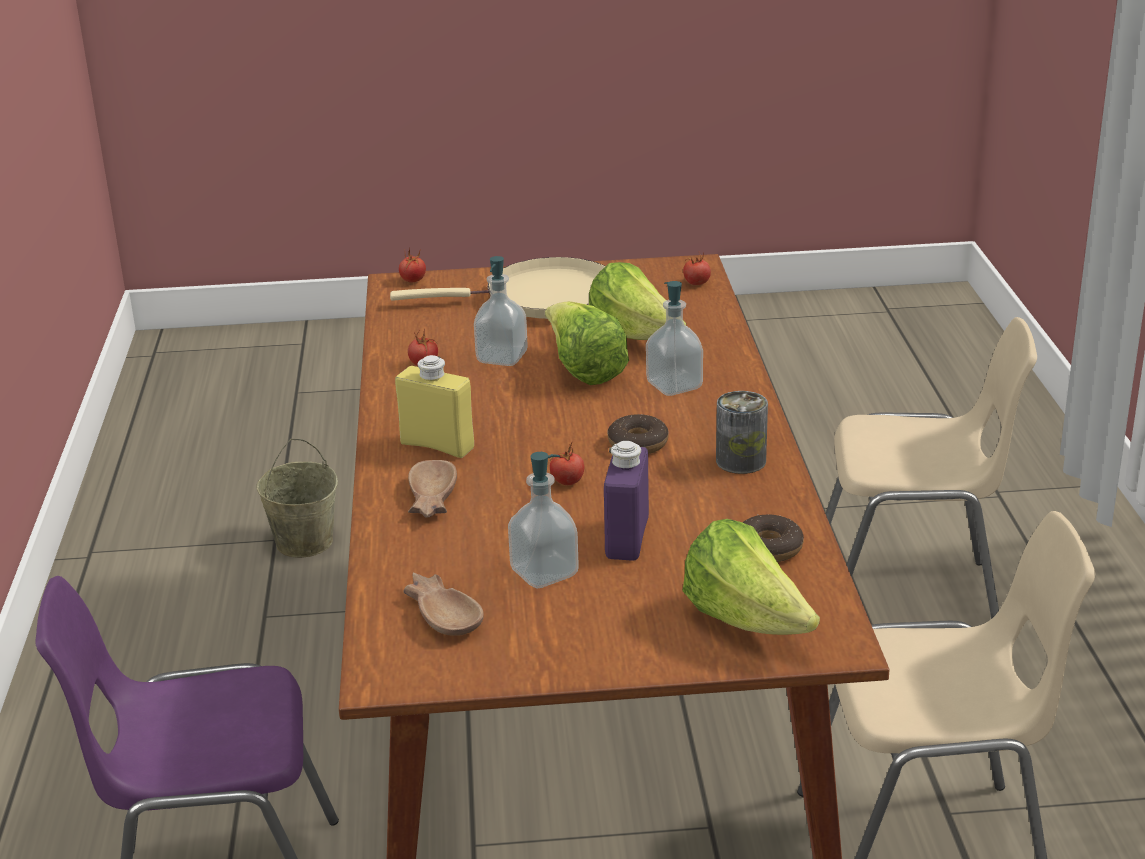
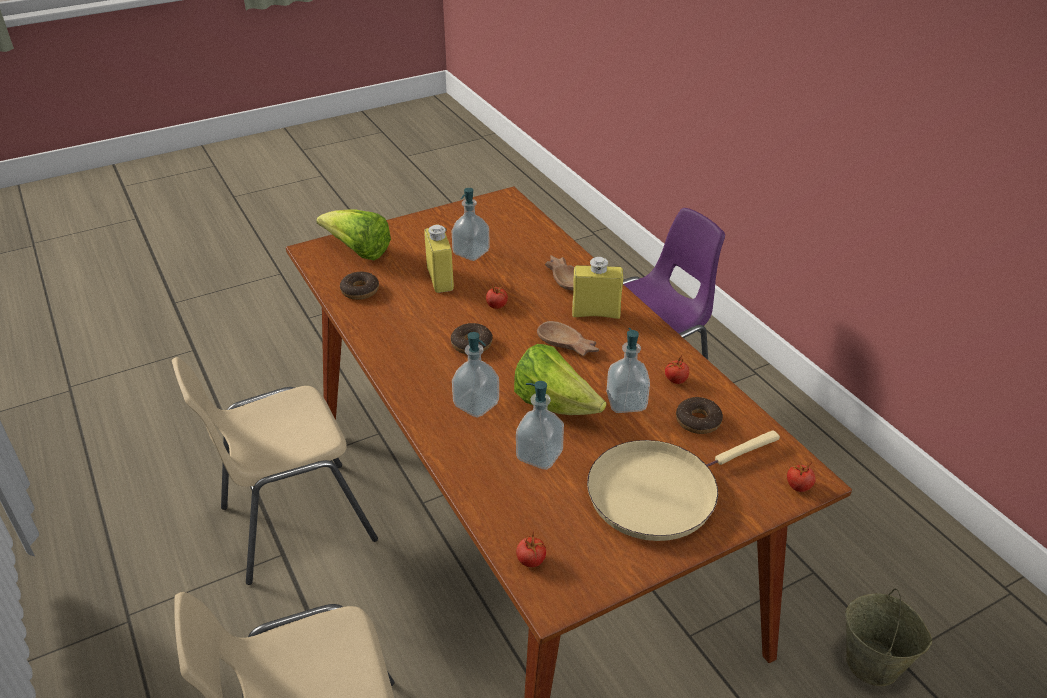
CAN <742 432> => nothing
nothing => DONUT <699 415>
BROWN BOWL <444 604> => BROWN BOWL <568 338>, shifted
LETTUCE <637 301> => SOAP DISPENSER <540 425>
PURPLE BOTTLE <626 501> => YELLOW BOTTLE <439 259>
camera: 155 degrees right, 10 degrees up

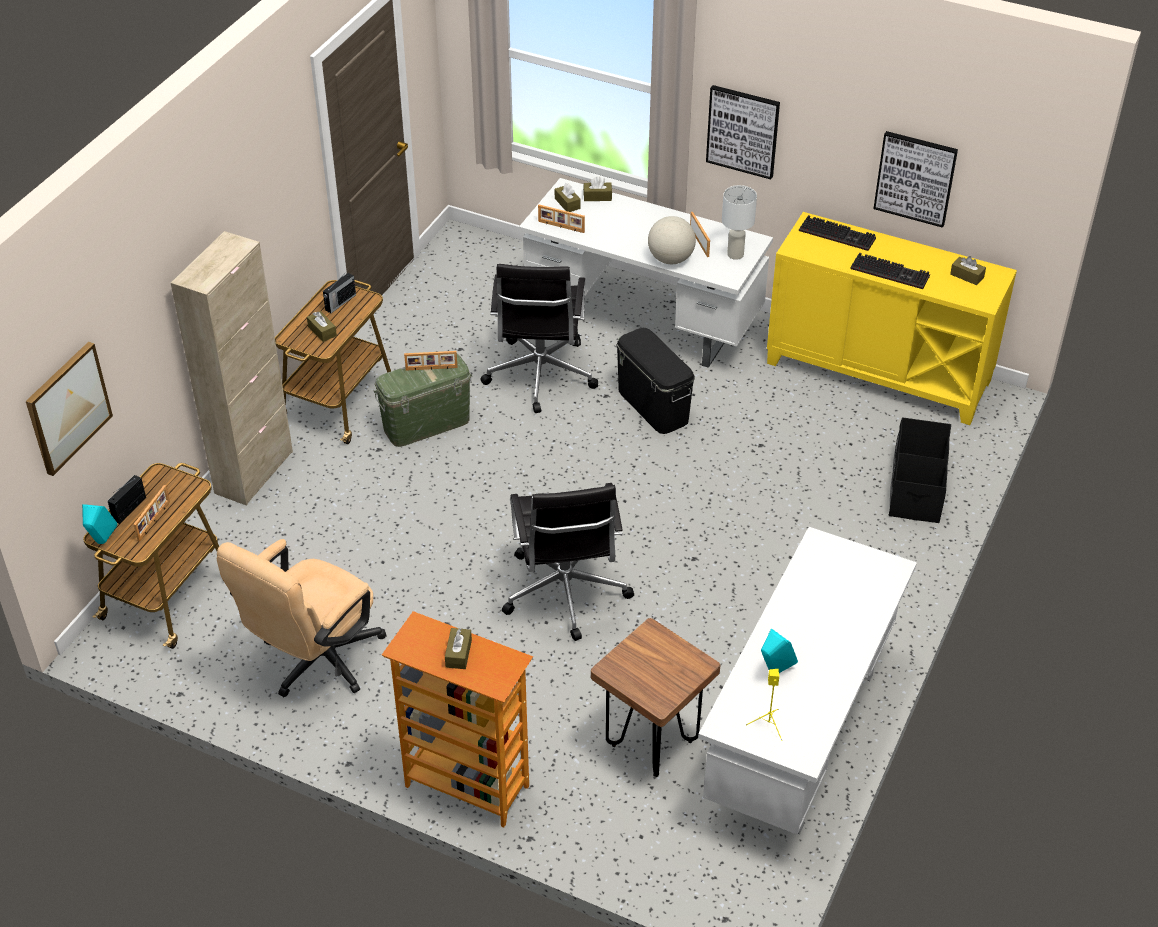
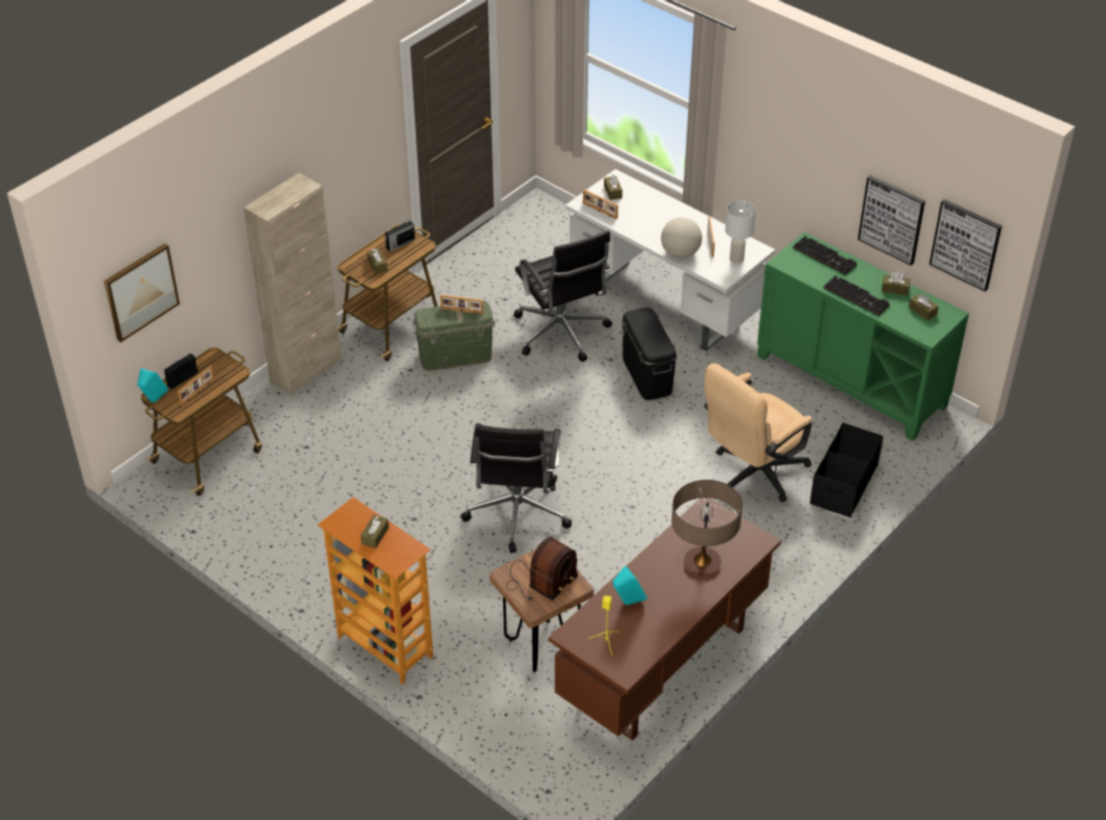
nothing => RADIO <542 569>
nothing => TABLE LAMP <707 527>
BEIGE OFFICE CHAIR <302 618> => BEIGE OFFICE CHAIR <758 432>, shifted
BROWN TISSUE BOX <597 188> => BROWN TISSUE BOX <896 283>, shifted
PICTURE <743 132> => PICTURE <965 245>, shifted
WHITE DESK <807 681> => BROWN DESK <665 619>
YELLOW CABINET <892 318> => GREEN CABINET <863 336>
BLACK OFFICE CHAIR <539 338> => BLACK OFFICE CHAIR <563 296>, 45 degrees counterclockwise
camera: 15 degrees right, 0 degrees up

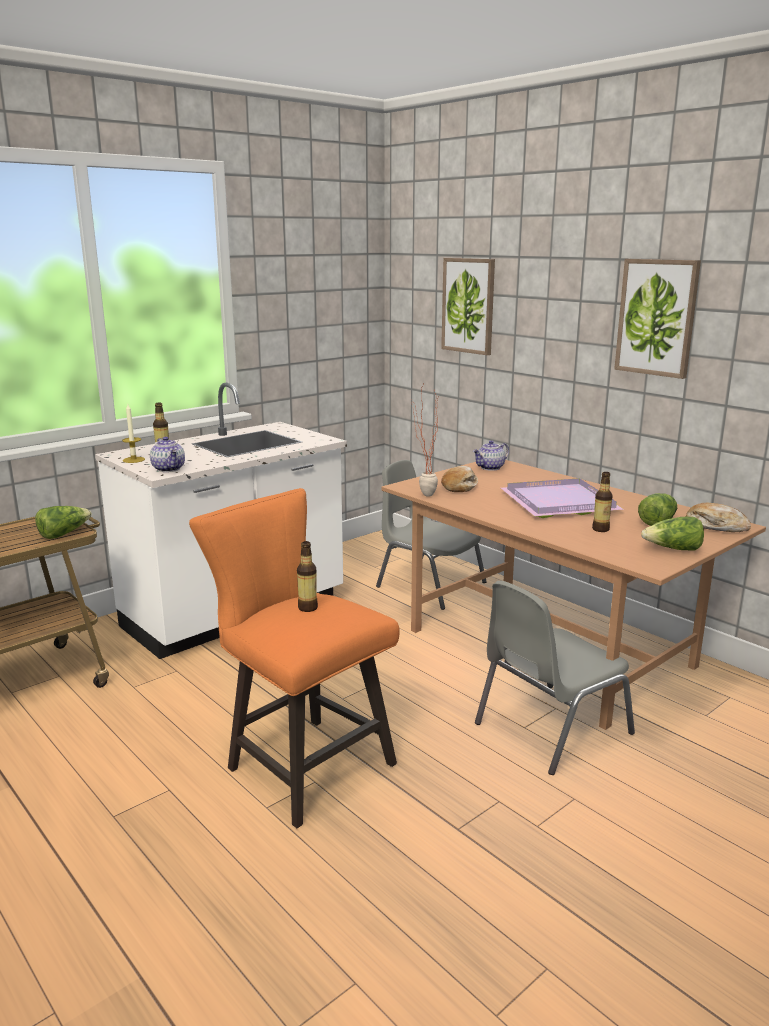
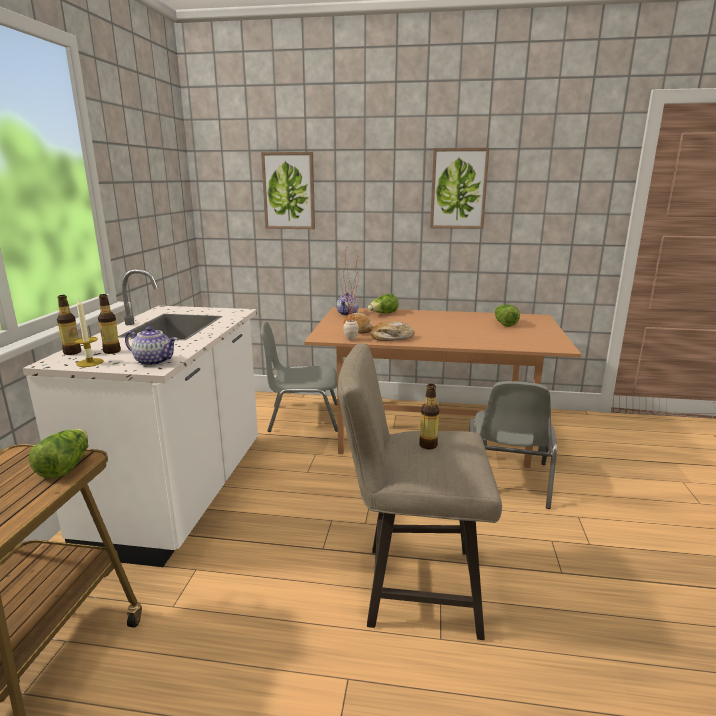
PURPLE TRAY <562 498> => nothing
BOTTLE <602 502> => BOTTLE <69 325>, shifted
LETTUCE <672 533> => LETTUCE <383 303>, shifted
BREAD <718 517> => BREAD <393 331>, shifted
ORANGE STOOL <294 658> => BEIGE STOOL <420 491>
camera: 40 degrees left, 0 degrees up

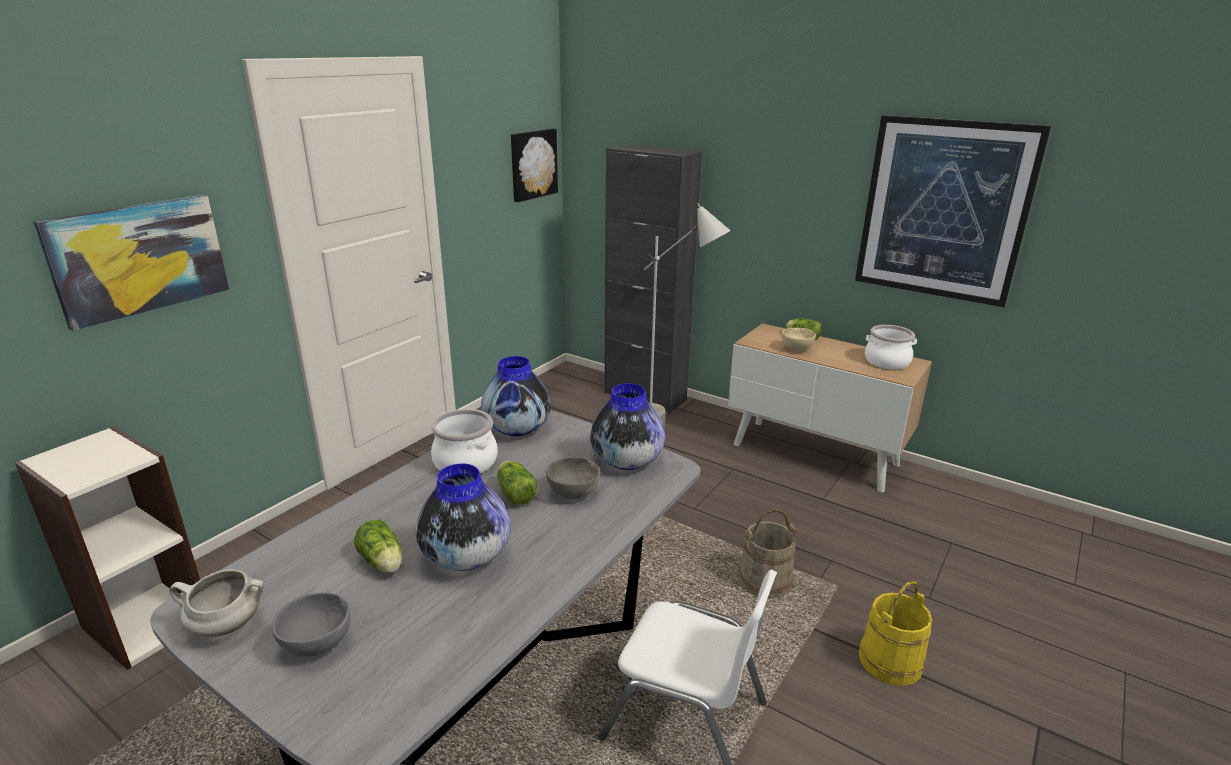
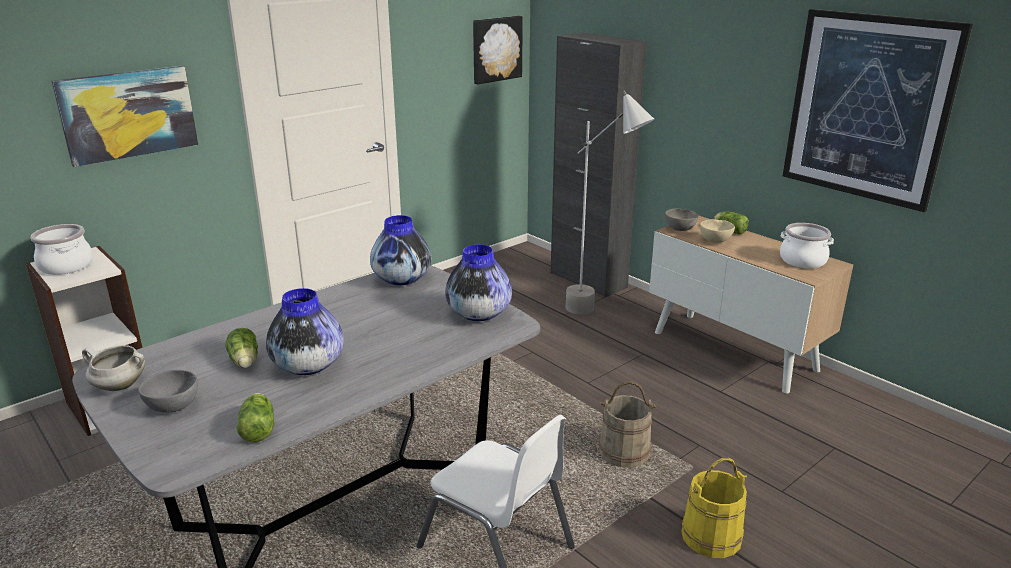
COOKING POT <464 441> => COOKING POT <61 249>, shifted
LETTUCE <517 483> => LETTUCE <255 418>, shifted
GREY BOWL <573 478> => GREY BOWL <681 220>, shifted
camera: 15 degrees right, 0 degrees up

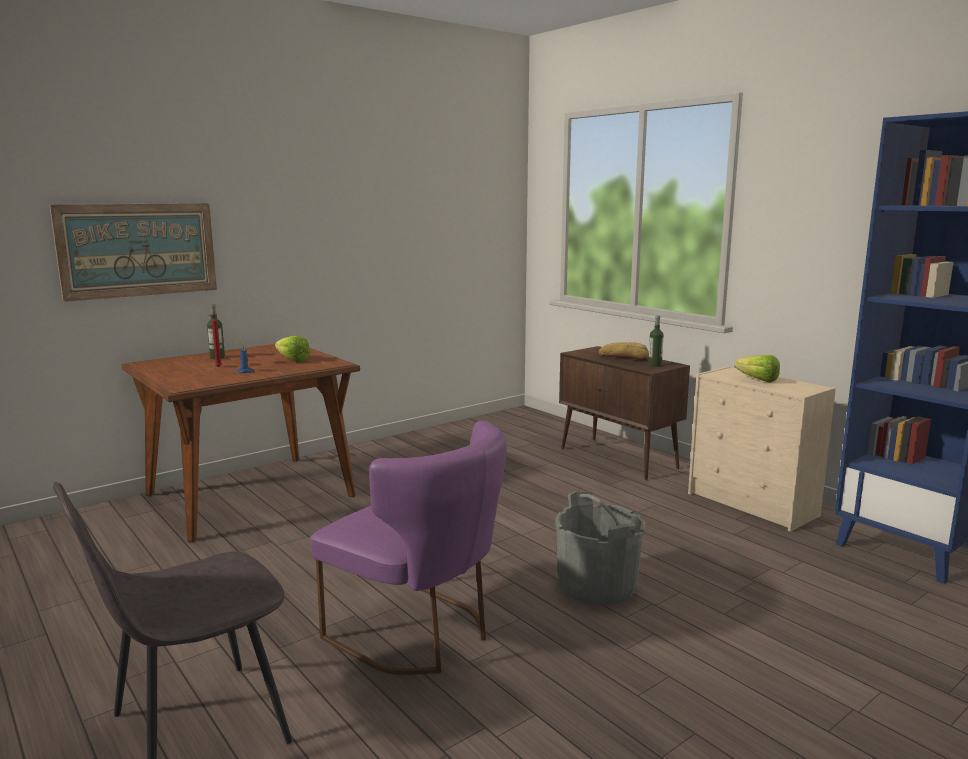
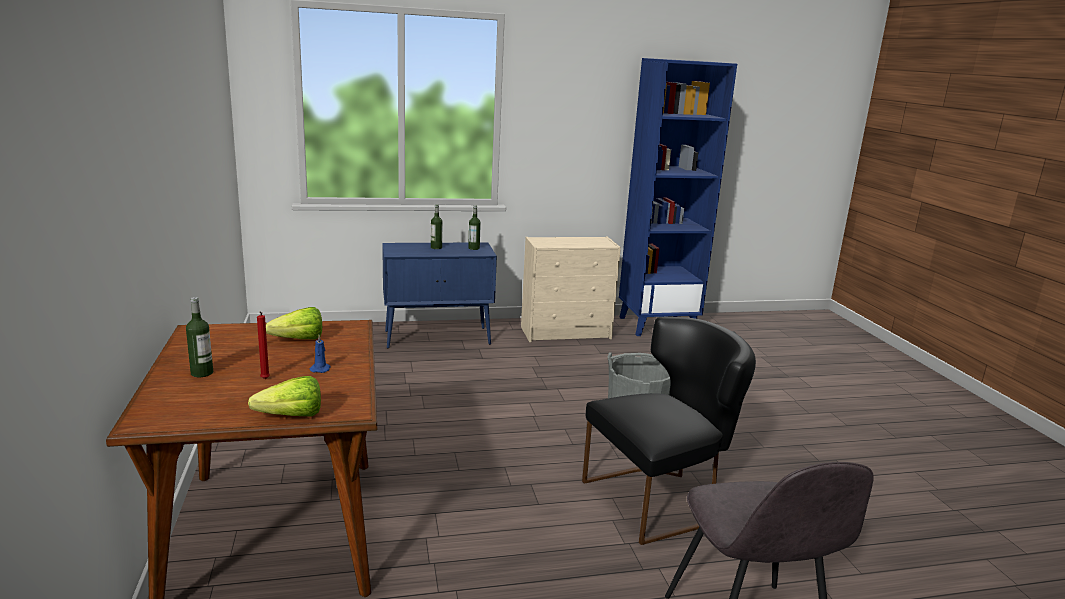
PICTURE <133 252> => nothing
LETTUCE <757 369> => LETTUCE <284 396>, shifted
BREAD <624 351> => BOTTLE <437 226>
PURPLE CHAIR <408 548> => BLACK CHAIR <669 431>
BROWN CABINET <624 413> => BLUE CABINET <439 295>
camera: 65 degrees left, 5 degrees up

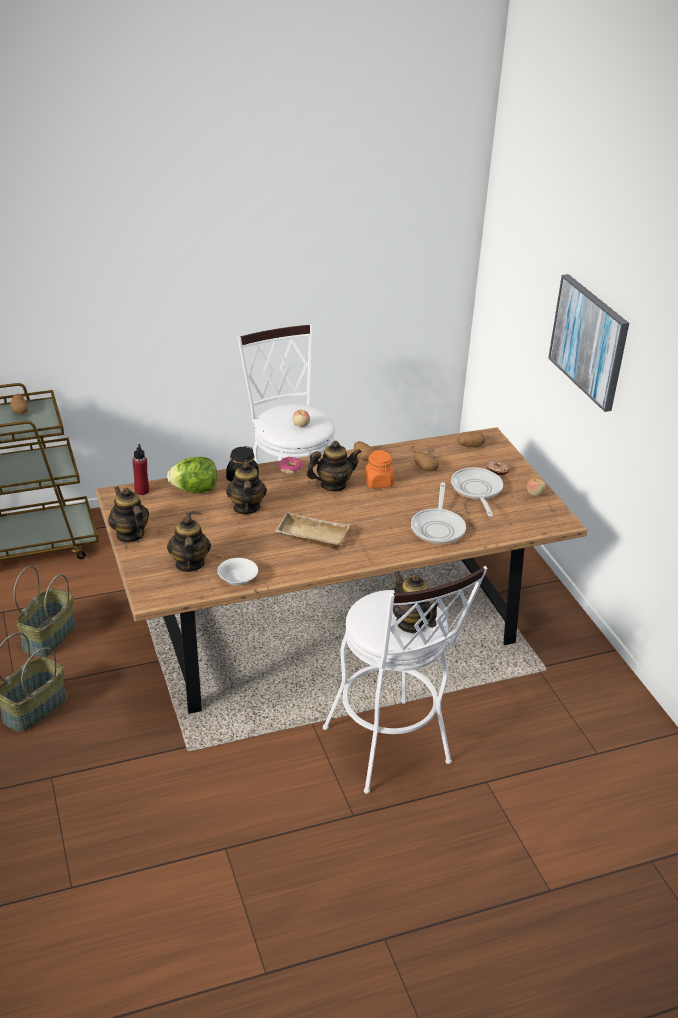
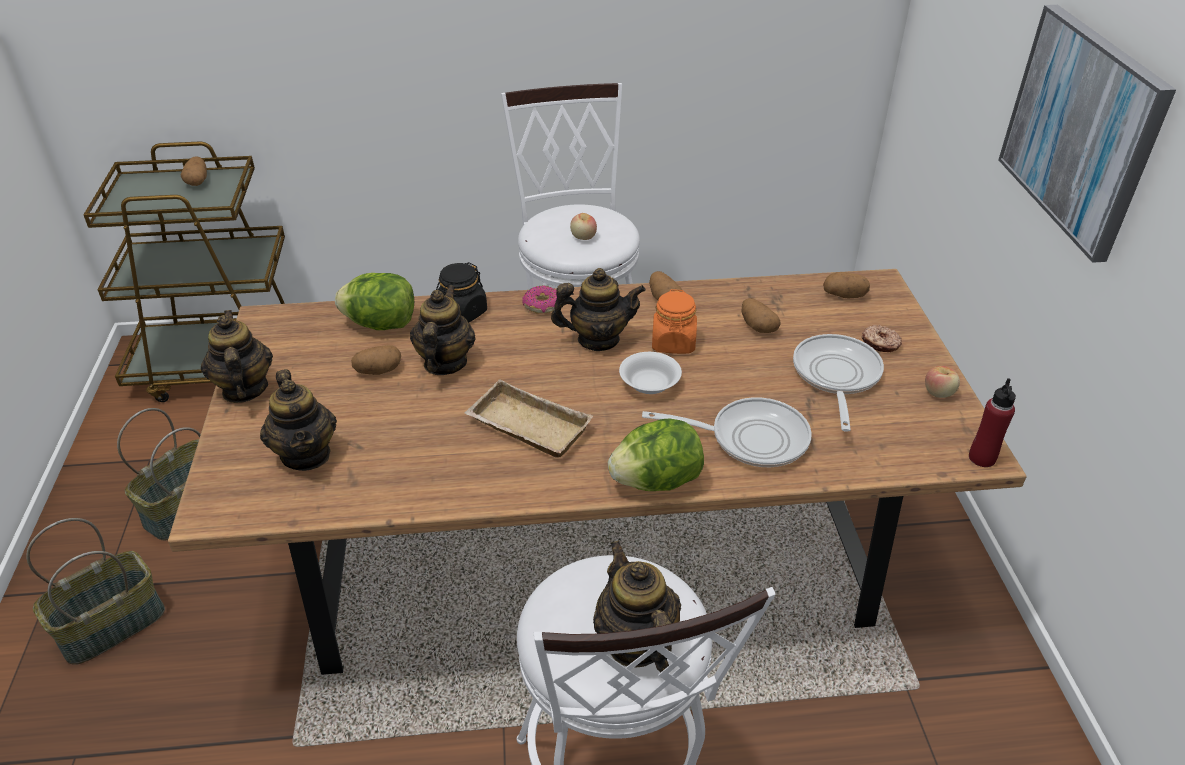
nothing => POTATO <376 360>
nothing => LETTUCE <656 454>
RED BOTTLE <140 469> => RED BOTTLE <992 422>, shifted
WHITE BOWL <237 571> => WHITE BOWL <650 373>, shifted
TEAPOT <189 542> => TEAPOT <298 420>, 150 degrees clockwise
FRYING PAN <438 513> => FRYING PAN <727 432>, 105 degrees counterclockwise
camera: 15 degrees right, 5 degrees up

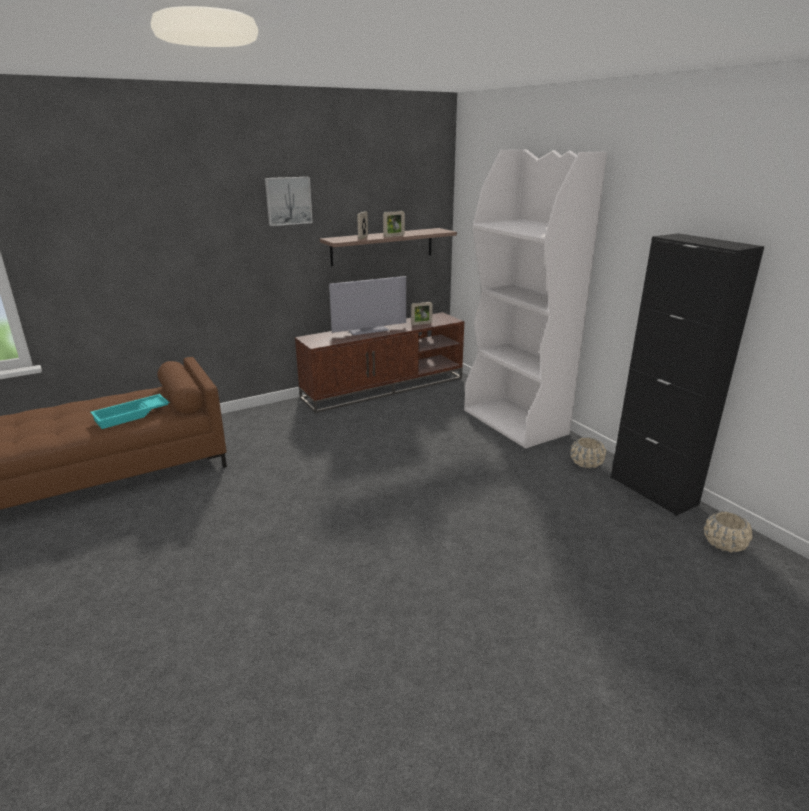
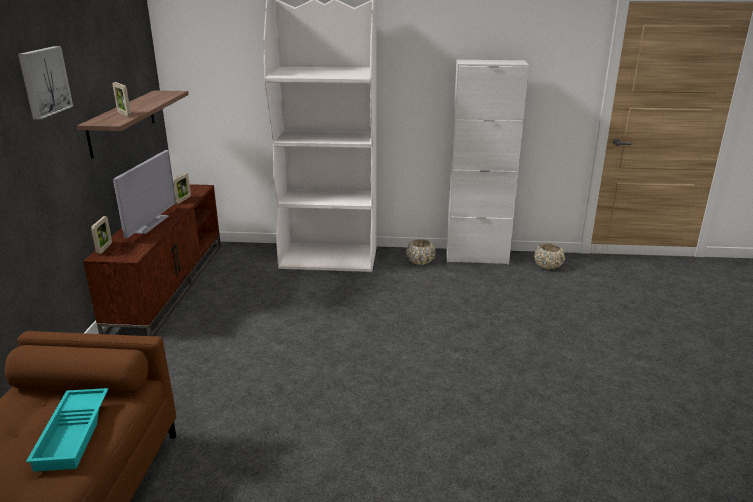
PICTURE FRAME <394 224> => PICTURE FRAME <101 235>, shifted
BLACK CABINET <688 374> => WHITE CABINET <487 162>
camera: 55 degrees left, 0 degrees up

